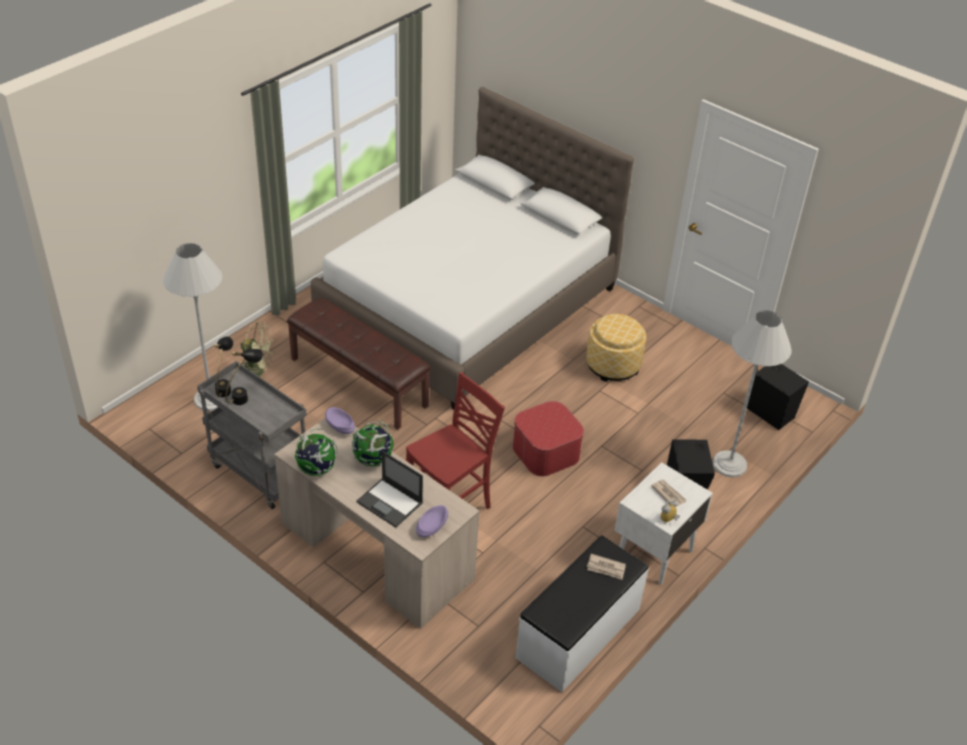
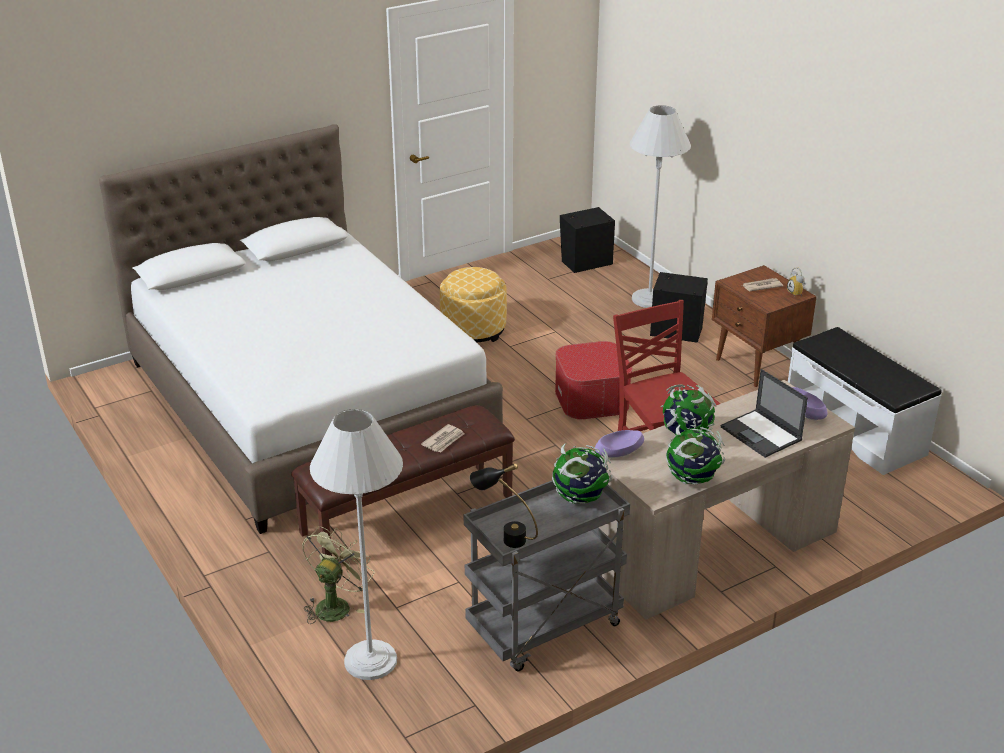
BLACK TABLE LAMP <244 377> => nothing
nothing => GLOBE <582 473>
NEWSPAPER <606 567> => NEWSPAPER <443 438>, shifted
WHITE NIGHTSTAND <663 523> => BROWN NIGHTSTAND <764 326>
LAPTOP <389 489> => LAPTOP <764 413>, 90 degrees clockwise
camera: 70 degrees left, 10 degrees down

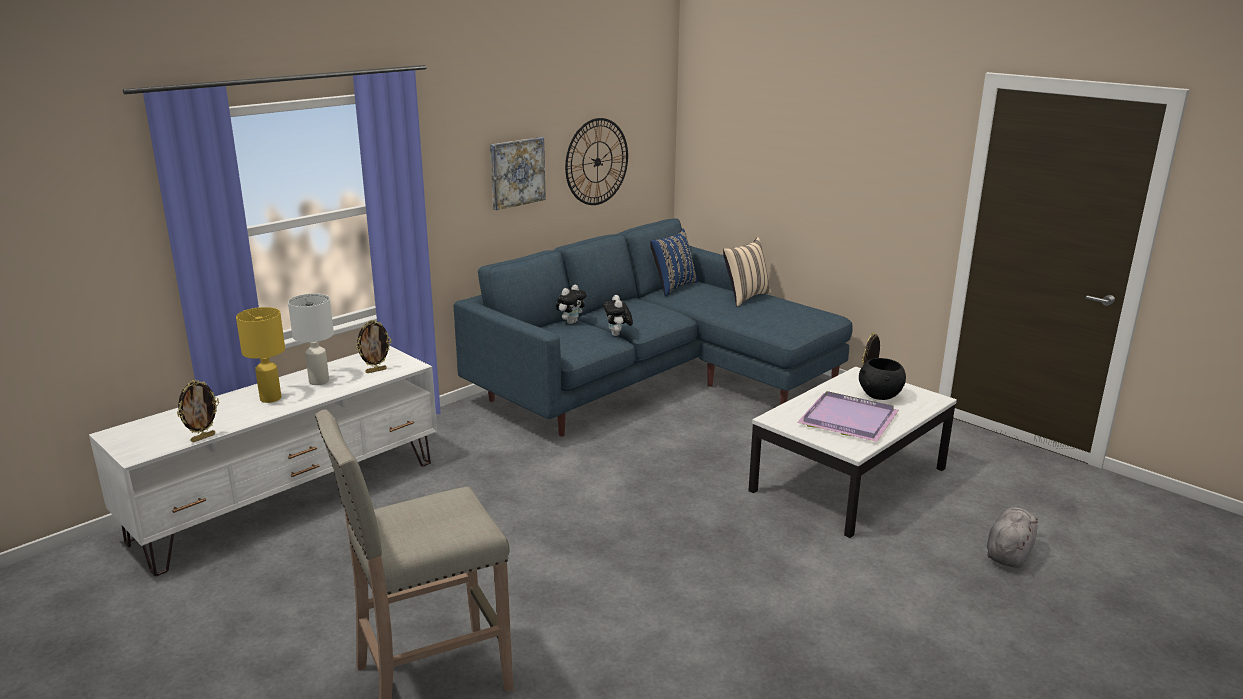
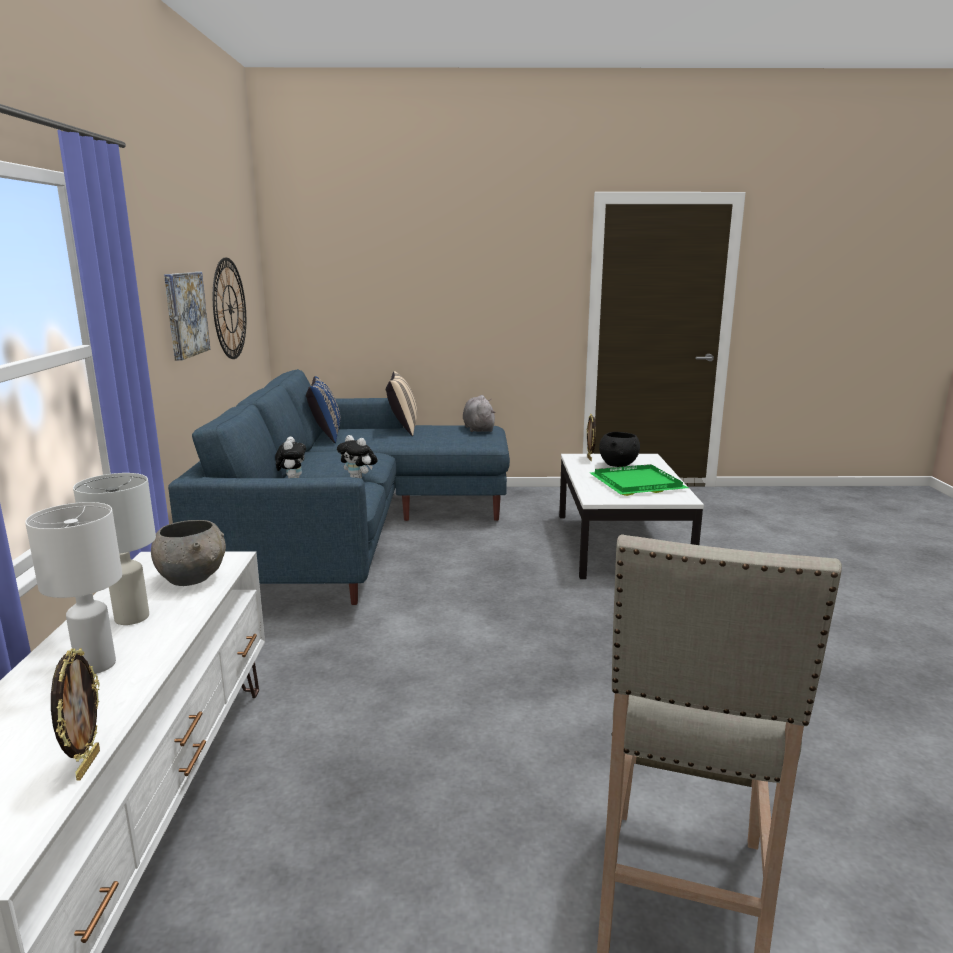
GREY PLUSH TOY <1012 537> => GREY PLUSH TOY <479 413>, shifted
PICTURE FRAME <374 346> => GREY BOWL <188 553>
YELLOW TABLE LAMP <260 355> => WHITE TABLE LAMP <73 588>
PURPLE TRAY <848 416> => GREEN TRAY <639 480>
camera: 45 degrees left, 5 degrees down

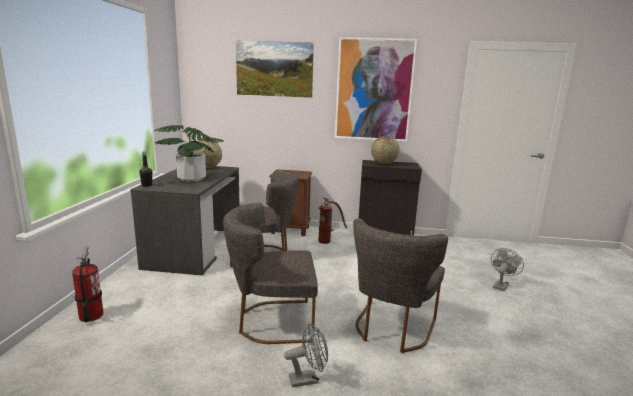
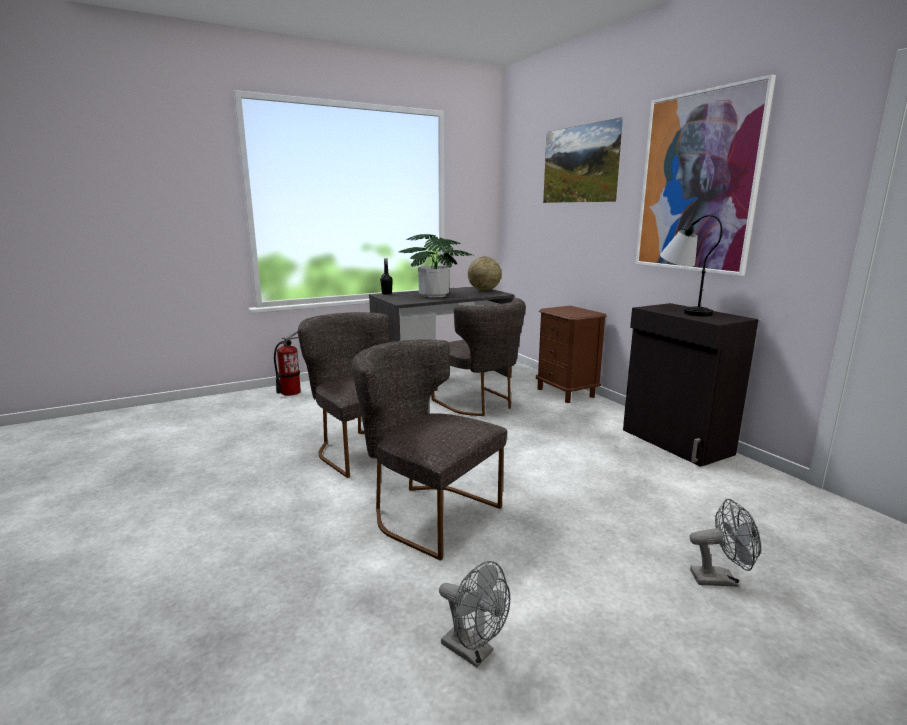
FIRE EXTINGUISHER <332 221> => nothing
GREY FAN <306 355> => GREY FAN <474 614>, shifted
GLOBE <385 150> => TABLE LAMP <691 265>
GREY CHAIR <400 286> => GREY CHAIR <429 450>, 45 degrees clockwise
camera: 55 degrees right, 0 degrees up

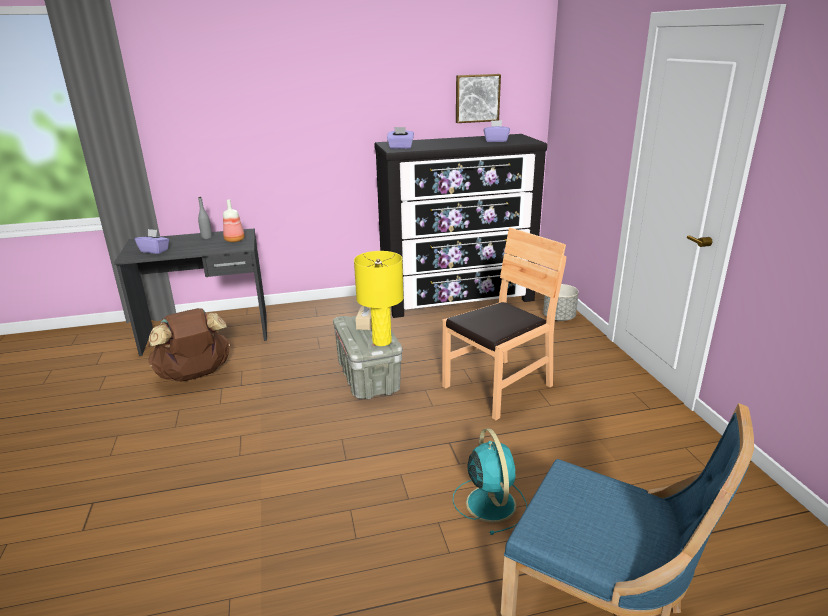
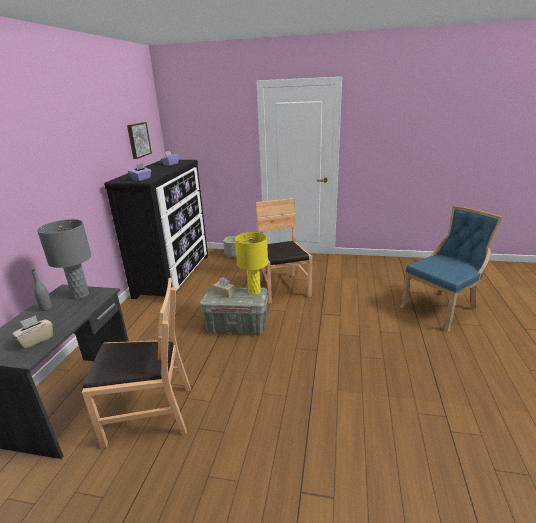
TURQUOISE FAN <490 481> => nothing
BROWN BACKPACK <189 345> => BROWN CHAIR <136 363>
BOTTLE <234 220> => GREY TABLE LAMP <64 259>
PURPLE TISSUE BOX <152 241> => BEIGE TISSUE BOX <32 332>
camera: 65 degrees left, 0 degrees up

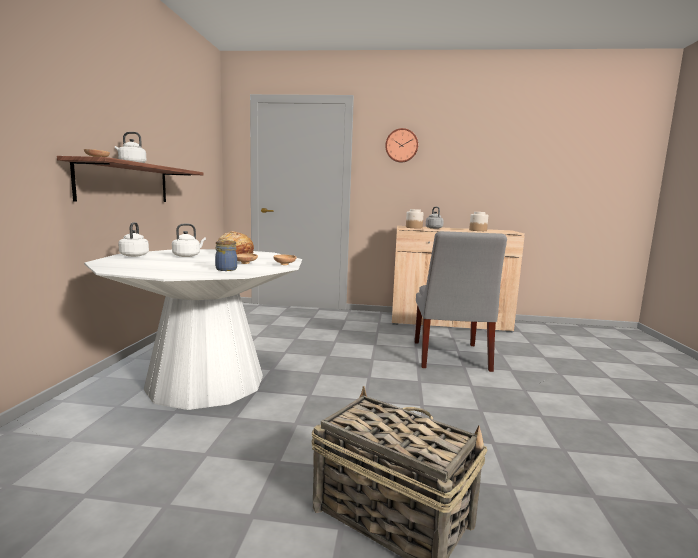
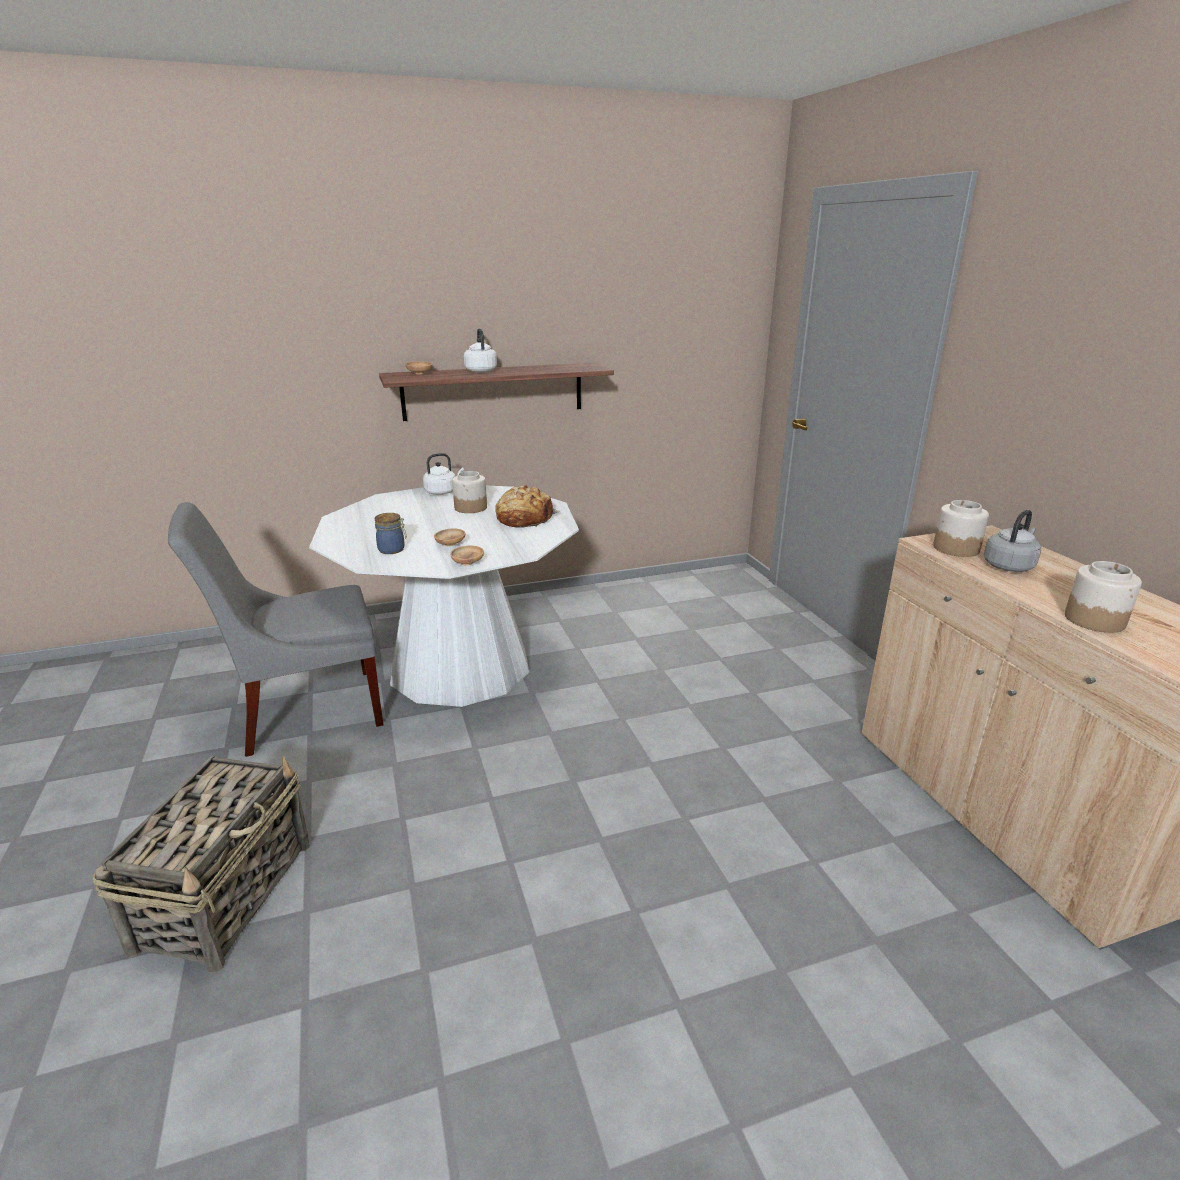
WALL CLOCK <401 145> => nothing
GREY CHAIR <461 301> => GREY CHAIR <276 629>, shifted
WHITE KETTLE <189 240> => JAR <469 492>
camera: 65 degrees right, 15 degrees up

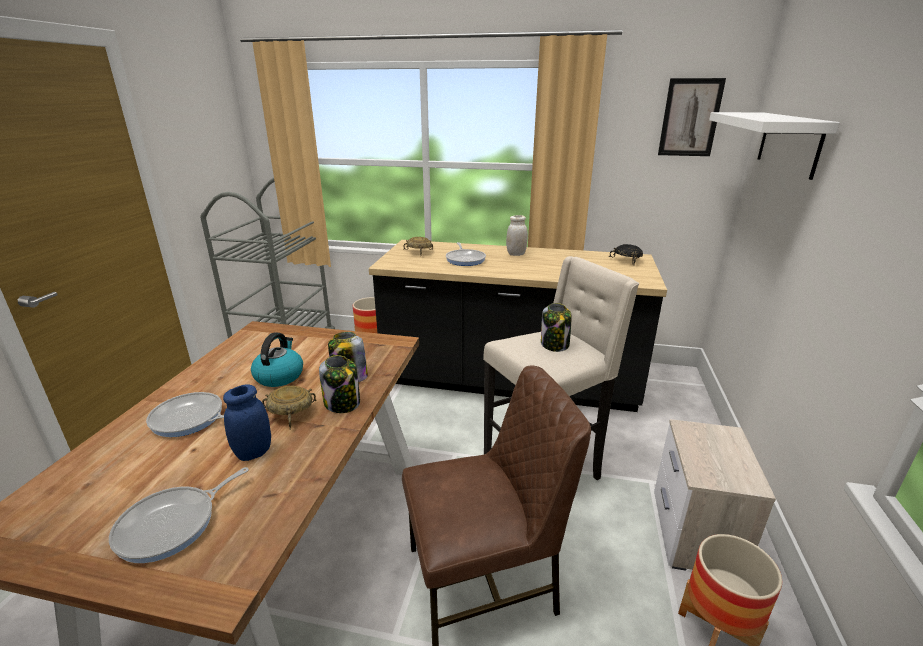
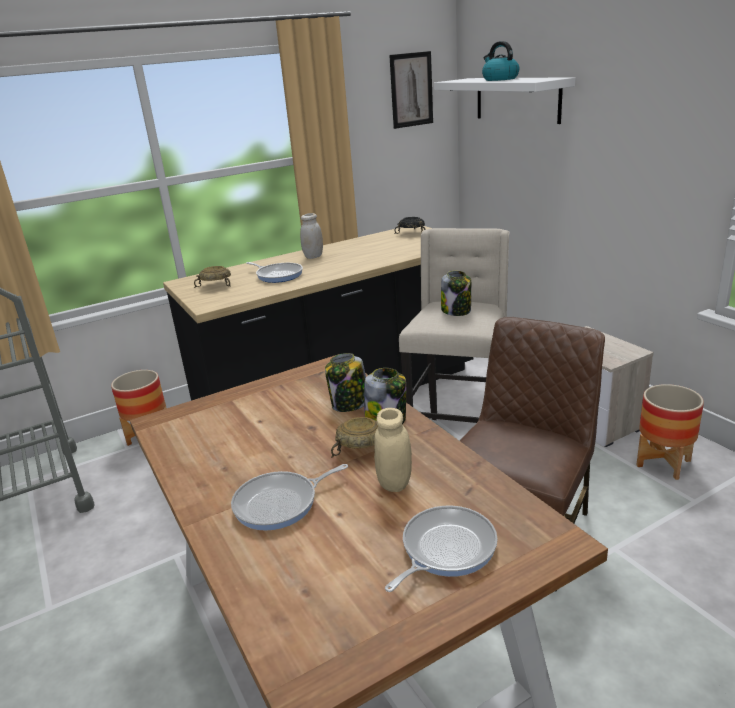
KETTLE <277 359> => KETTLE <500 61>, shifted
BLUE JAR <247 422> => BEIGE JAR <393 450>
FRYING PAN <179 515> => FRYING PAN <441 548>, 135 degrees counterclockwise
camera: 40 degrees left, 0 degrees up

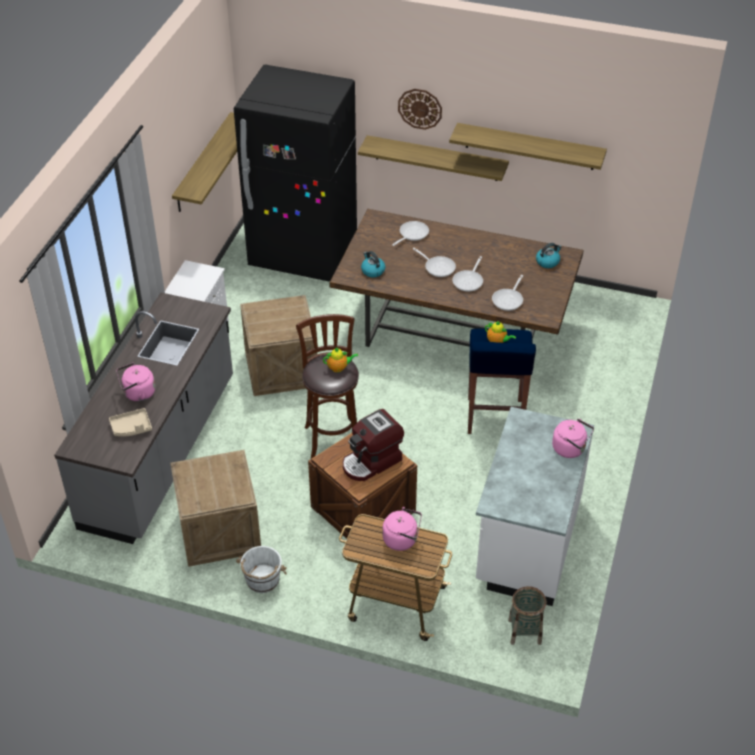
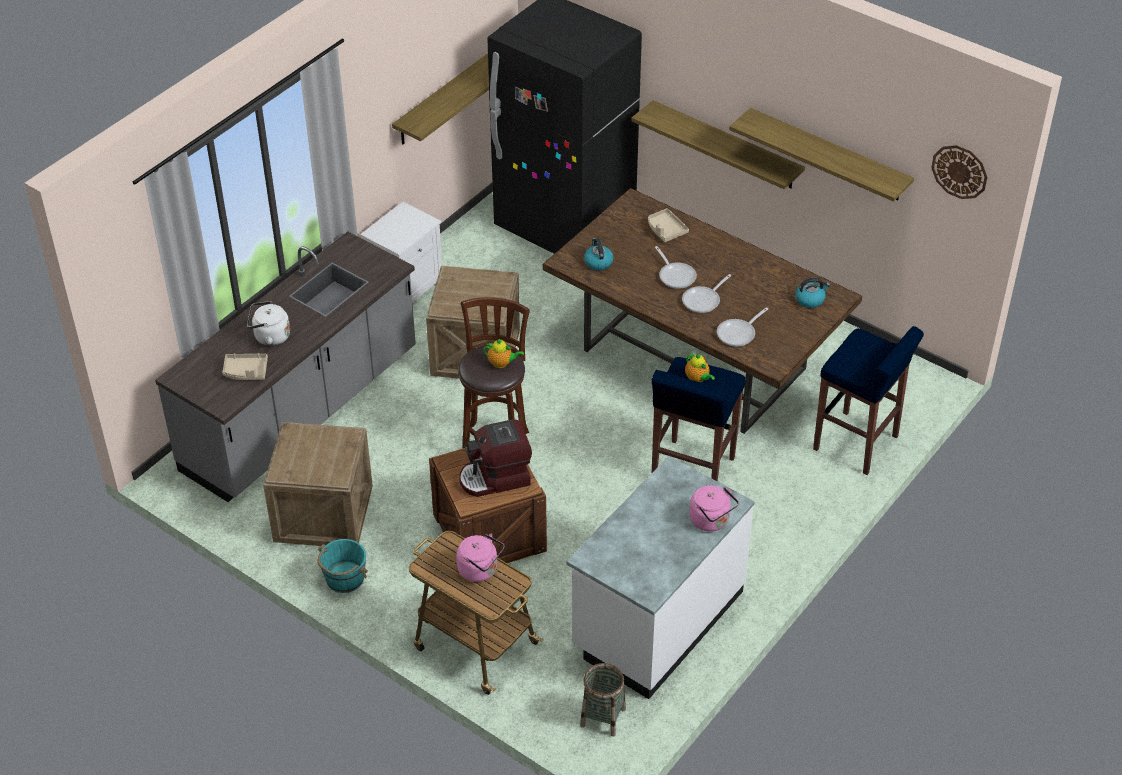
nothing => BLUE STOOL <868 400>
WALL CLOCK <420 109> => WALL CLOCK <959 172>, shifted
FRYING PAN <410 233> => BEIGE TRAY <668 225>
PINK KETTLE <136 382> => WHITE KETTLE <268 323>
WHITE BUCKET <261 569> => TURQUOISE BUCKET <343 566>
camera: 20 degrees right, 0 degrees up

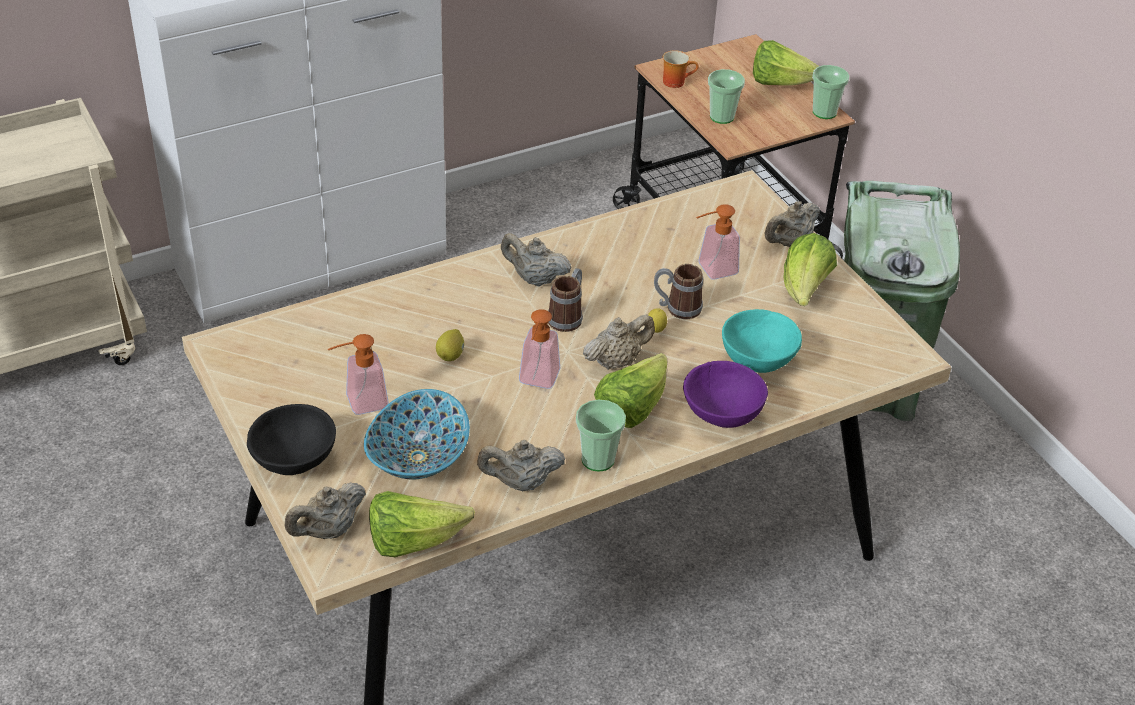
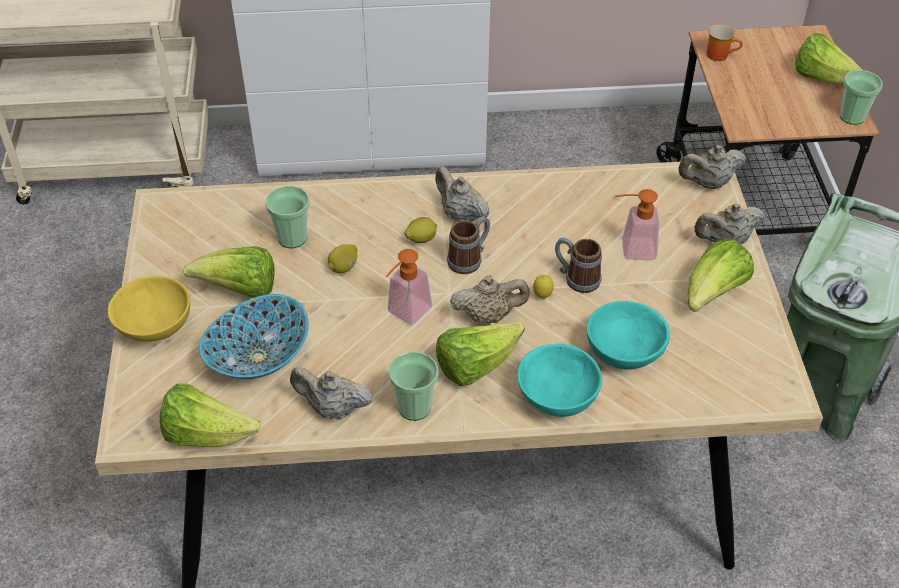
nothing => LEMON <420 230>
BEIGE TEAPOT <325 510> => BEIGE TEAPOT <712 167>, shifted
CUP <726 96> => CUP <287 217>, shifted
SOAP DISPENSER <358 374> => LETTUCE <229 272>
BLACK BOWL <291 439> => YELLOW BOWL <149 309>
PURPLE BOWL <725 394> => TURQUOISE BOWL <559 380>
camera: 25 degrees right, 5 degrees up

